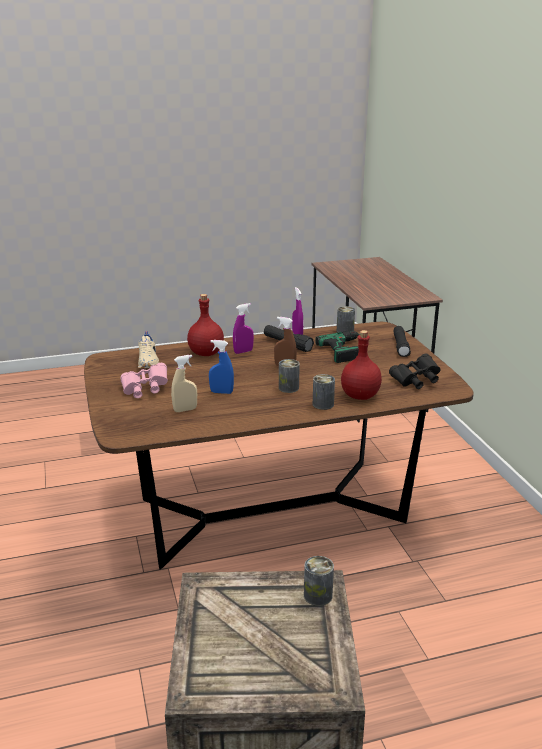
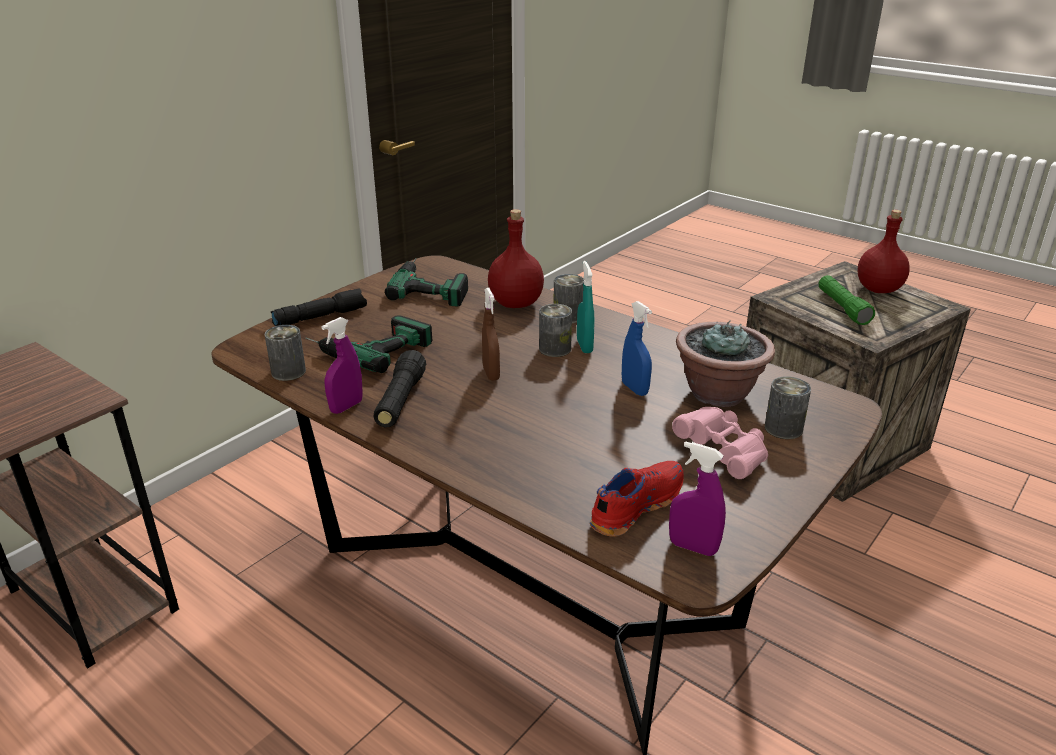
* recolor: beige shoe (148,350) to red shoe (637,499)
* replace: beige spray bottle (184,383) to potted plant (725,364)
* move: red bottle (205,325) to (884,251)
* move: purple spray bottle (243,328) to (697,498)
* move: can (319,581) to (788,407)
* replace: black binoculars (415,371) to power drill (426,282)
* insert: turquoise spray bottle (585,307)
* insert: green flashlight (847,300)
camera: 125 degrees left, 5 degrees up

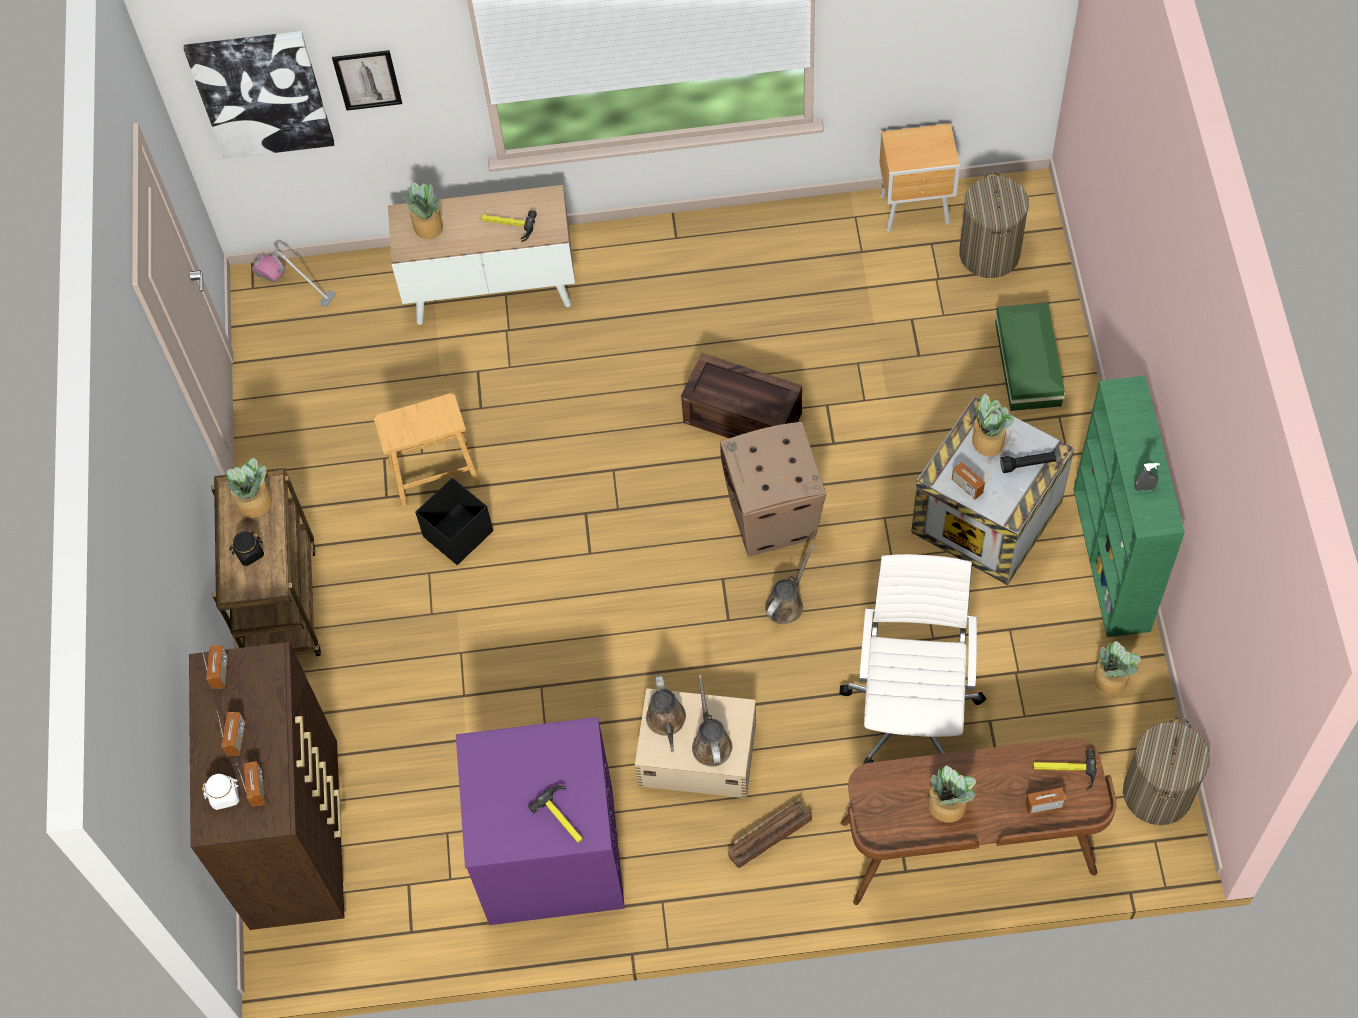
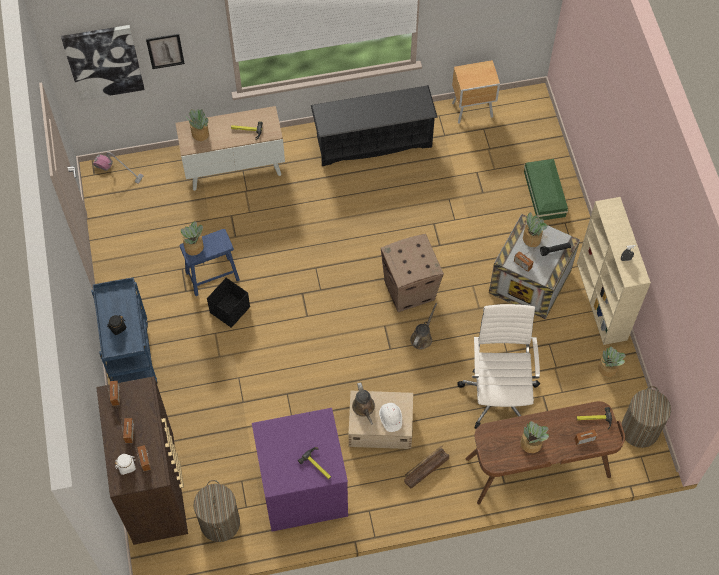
* recolor: brown cart (266,562) to blue cart (124,330)
* move: potted plant (248,488) to (192,238)
* recolor: brown stool (426,450) to blue stool (209,262)
* delete: crate (741,395)
* replace: brown watering can (712,720) to white hard hat (390,417)
* move: laundry basket (994,225) to (217,511)
* recolor: green bookcase (1129,506) to beige bookcase (614,271)
* insert: black shoe rack (374,125)
camera: 10 degrees left, 0 degrees up

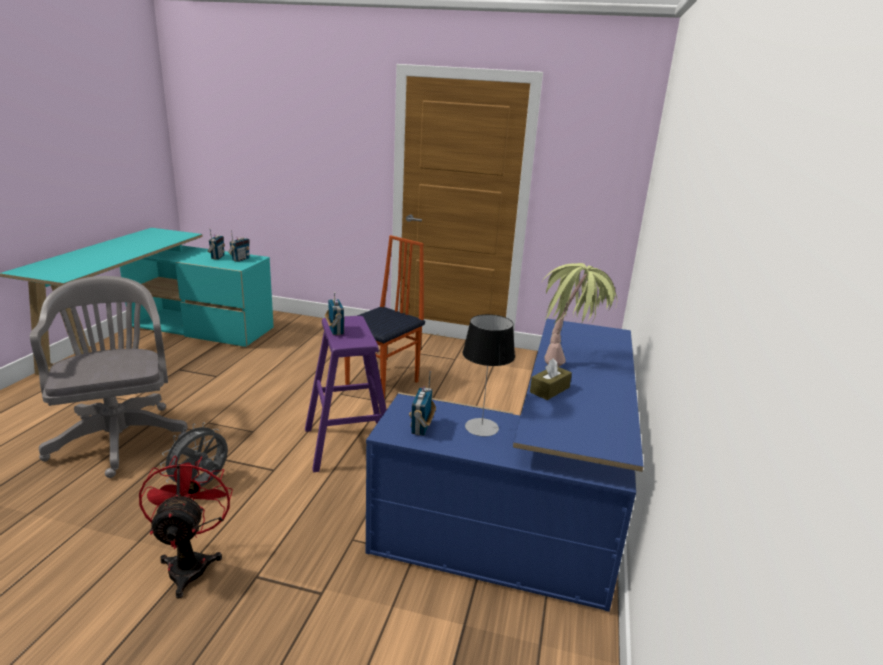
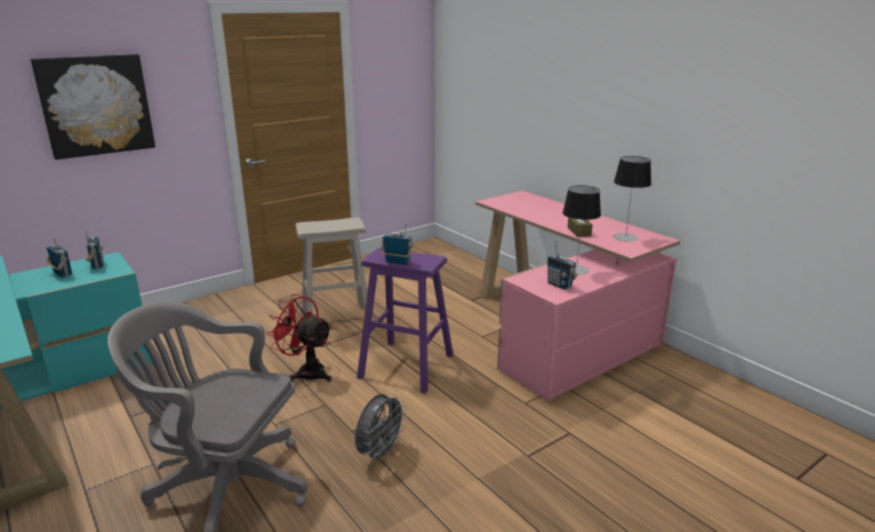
* move: red fan (186,527) to (299,338)
* rotate: grey fan (194,454) = (381,429) 135 degrees counterclockwise
* replace: chair (385,317) to beige stool (334,275)
* recolor: blue desk (505,465) to pink desk (577,296)
* delete: potted plant (580,315)
* insert: picture (93,107)
* insert: table lamp (632,199)
camera: 50 degrees left, 0 degrees up

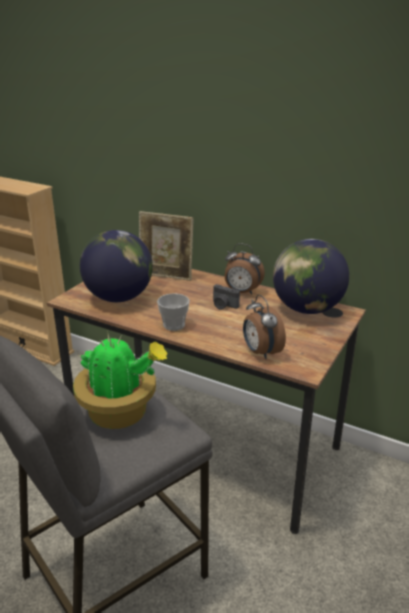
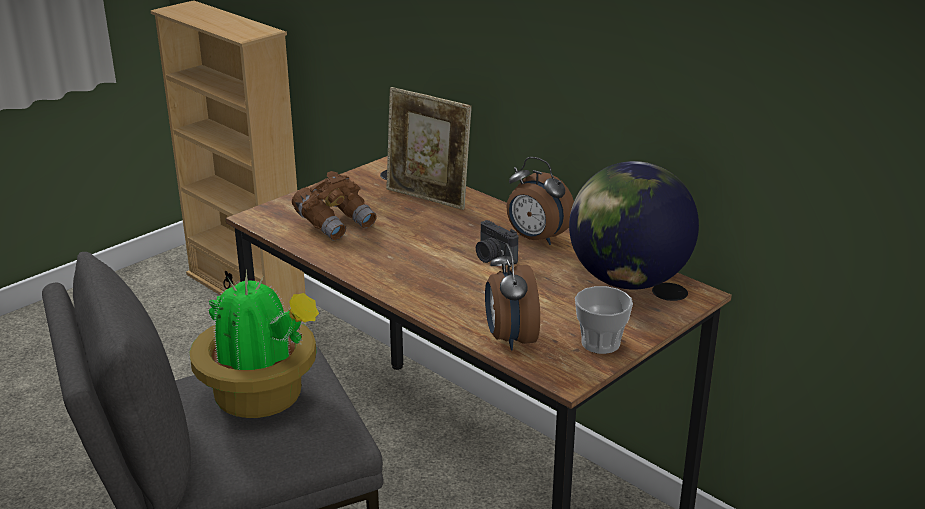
* replace: globe (116,266) to brown binoculars (334,205)
* move: cup (173,312) to (604,320)
camera: 15 degrees right, 0 degrees up

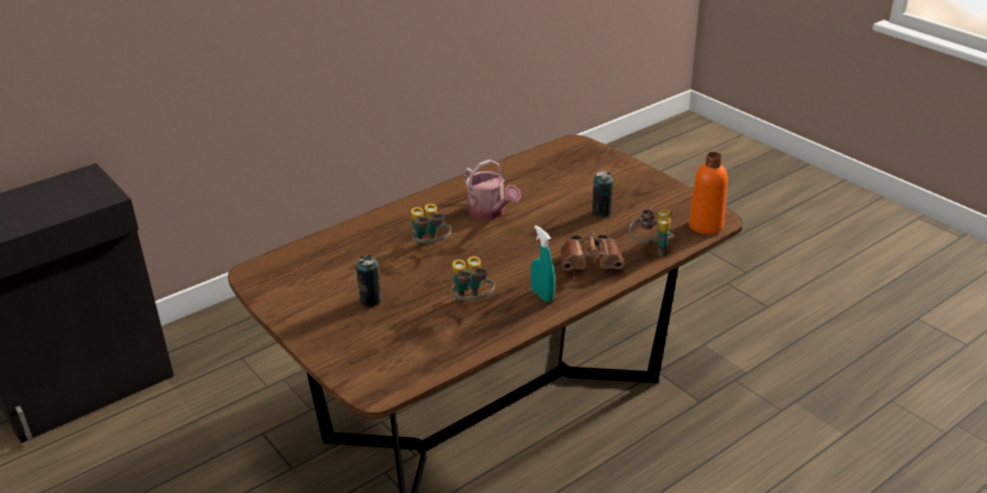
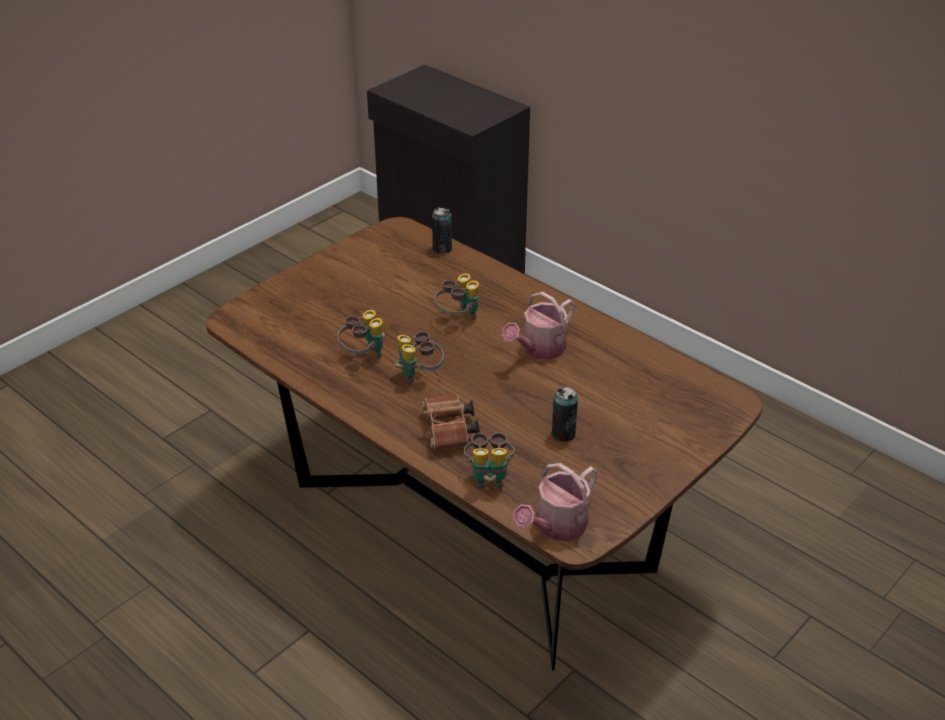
* move: can (369,281) to (442,230)
* delete: turquoise spray bottle (543,263)
* replace: orange bottle (708,193) to watering can (554,502)
* insert: binoculars (419,358)
camera: 80 degrees right, 5 degrees up

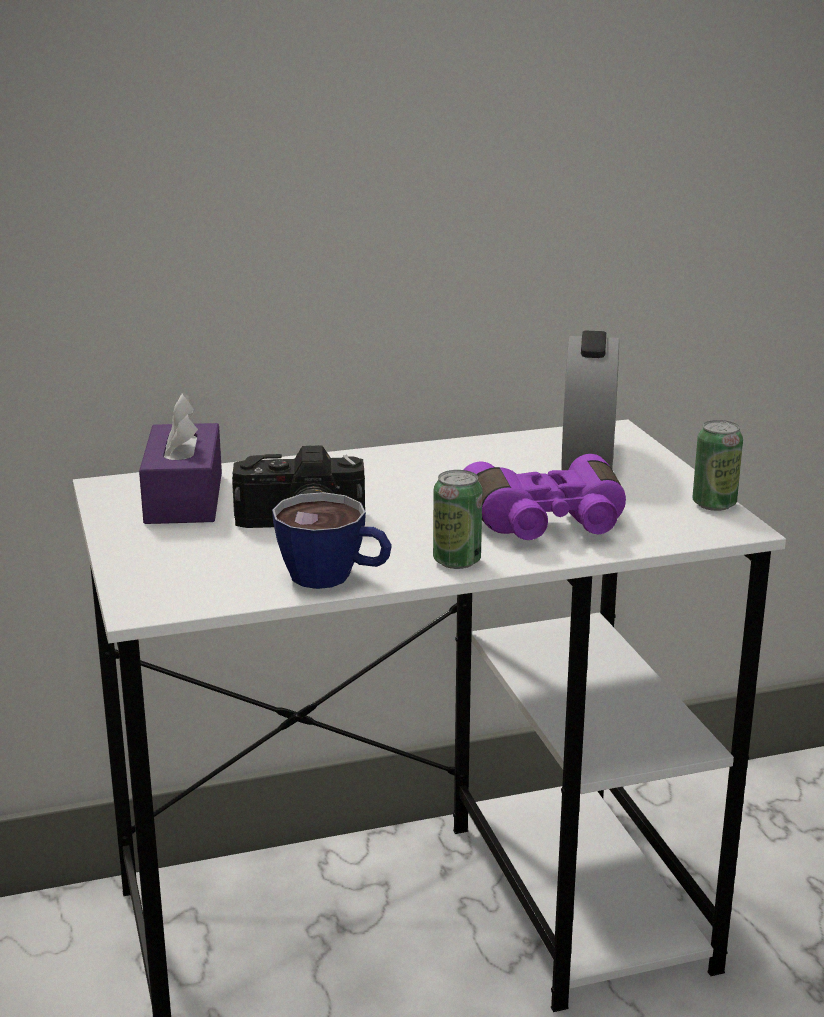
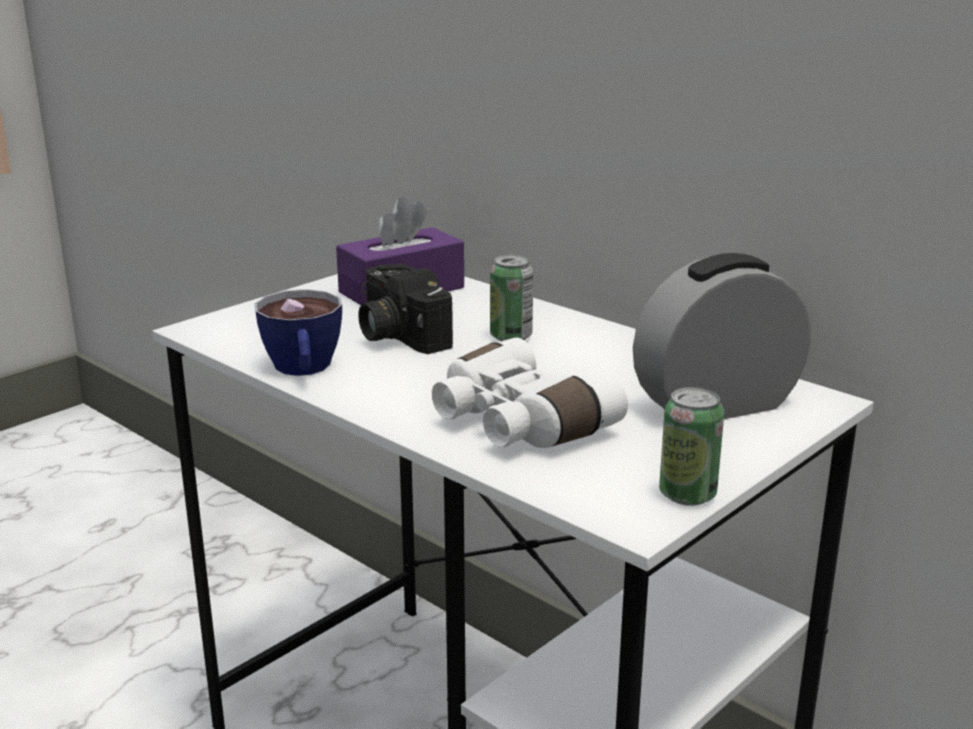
* move: can (457,519) to (511,298)
* recolor: purple binoculars (545,497) to white binoculars (530,393)
camera: 60 degrees right, 0 degrees up

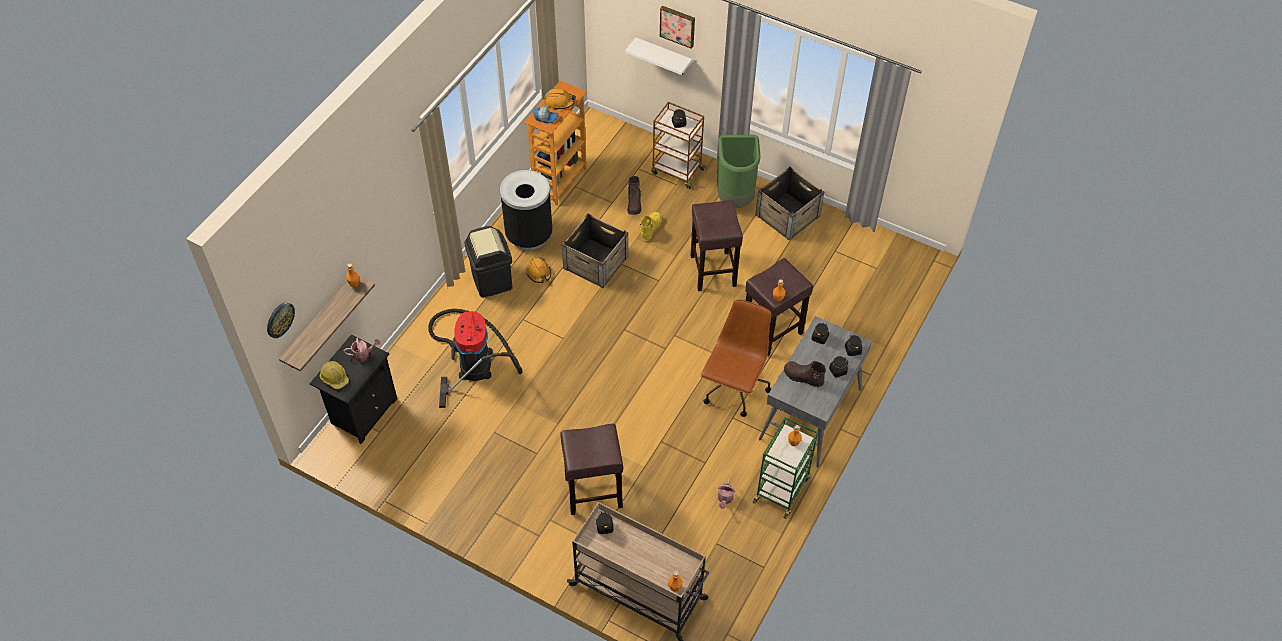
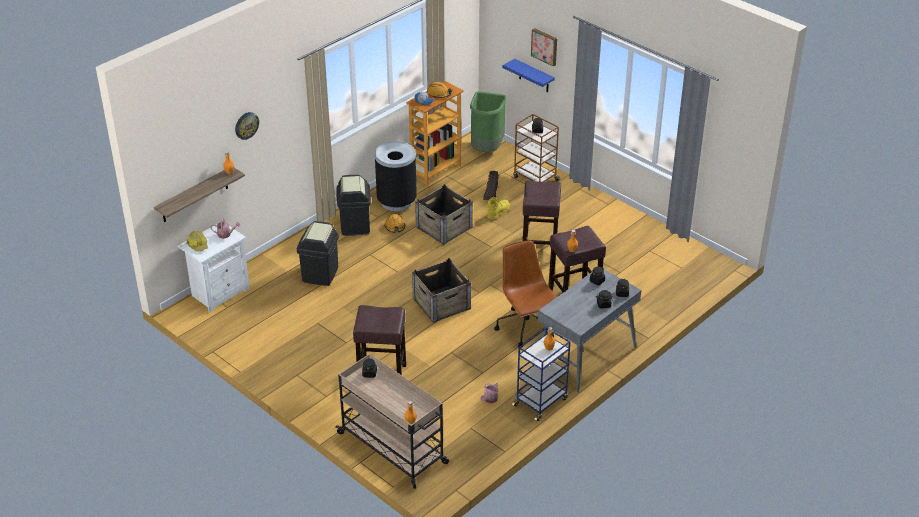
* move: wall clock (281,320) to (247,126)
* recolor: black nightstand (353,389) to white nightstand (214,267)
* replace: vacuum cleaner (475,358) to black trash can (318,253)
* recolor: white shelf (658,56) to blue shelf (528,75)
* rotate: brown office chair (736,358) = (525,294) 60 degrees counterclockwise
* move: green trash can (738,171) to (488,121)
* recolor: green cart (785,468) to blue cart (541,374)
* move: crate (789,203) to (441,290)
* delete: brown boot (805,374)
camera: 15 degrees right, 15 degrees down

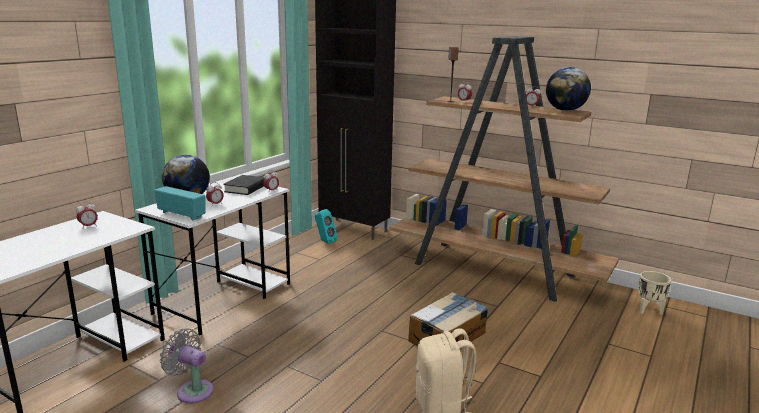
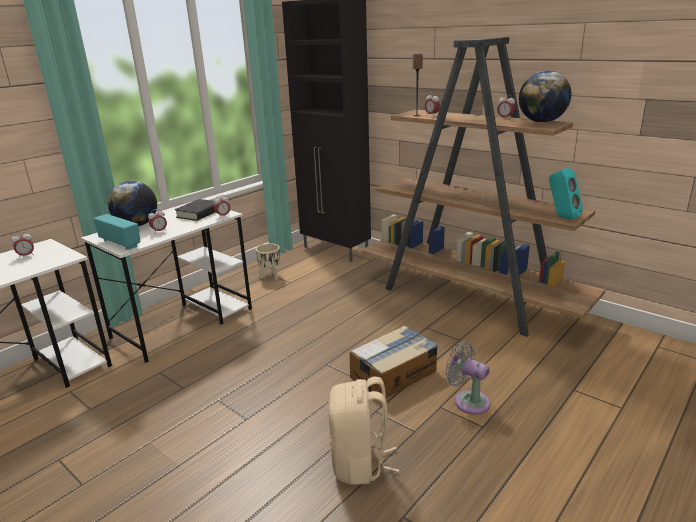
* move: grey fan (187,366) to (467,377)
* move: turquoise speaker (326,226) to (566,194)
* move: beige planter (654,293) to (268,261)
camera: 10 degrees right, 5 degrees up

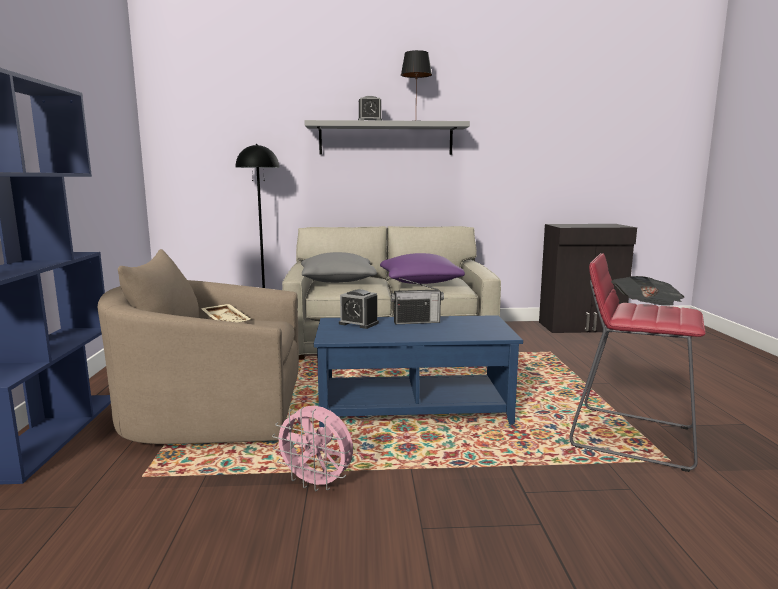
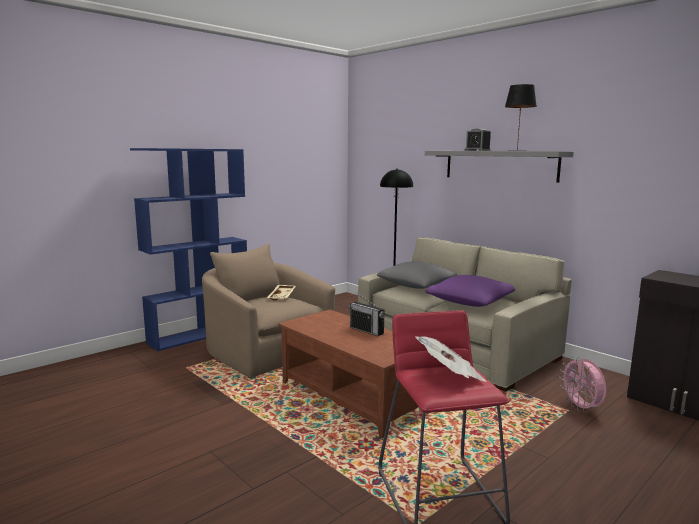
* move: pink fan (312,448) to (582,384)
* recolor: blue coffee table (418,371) to brown coffee table (354,374)
* delete: alarm clock (359,309)
camera: 50 degrees right, 0 degrees up

